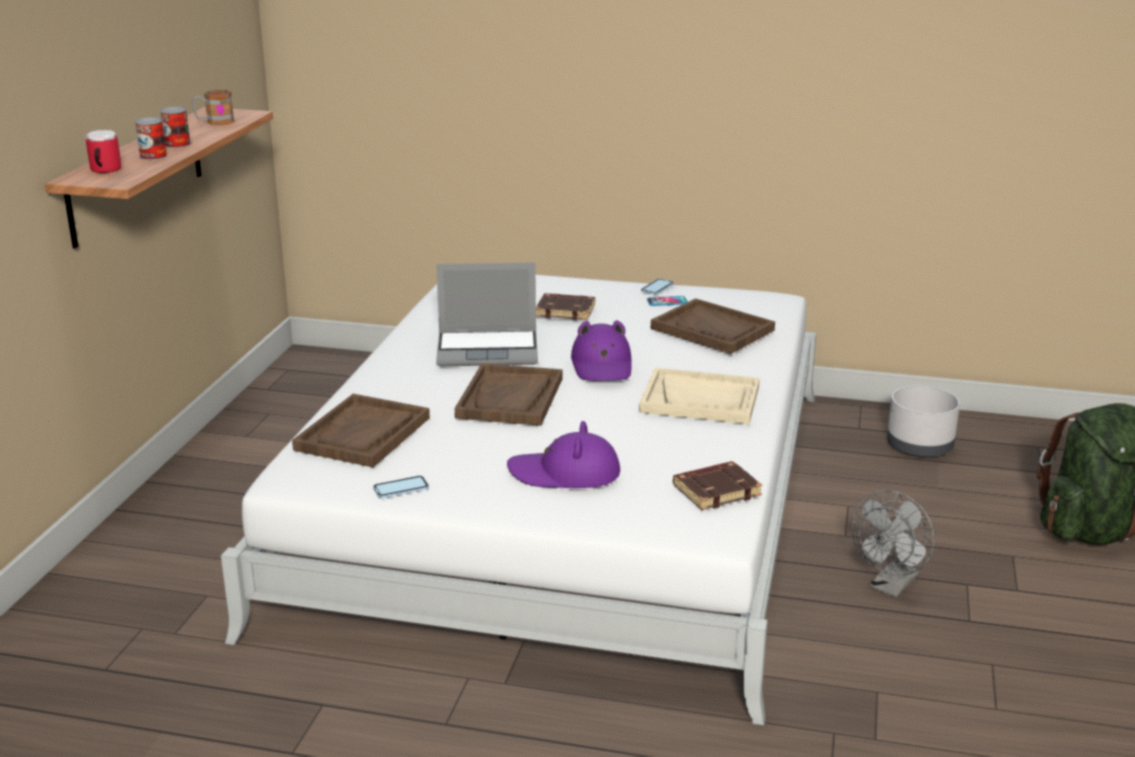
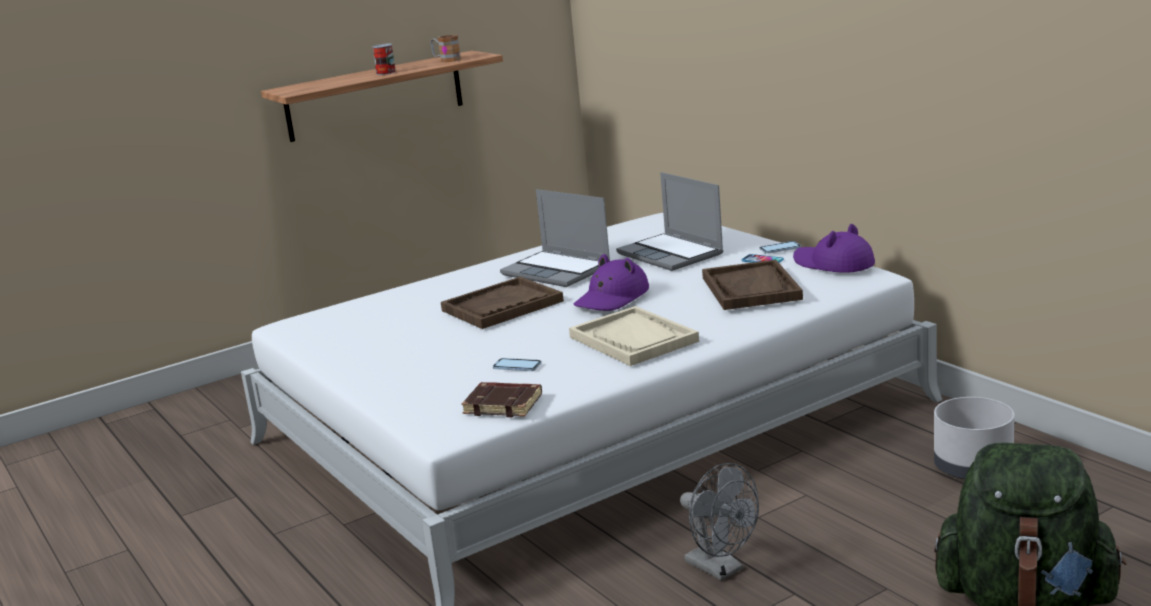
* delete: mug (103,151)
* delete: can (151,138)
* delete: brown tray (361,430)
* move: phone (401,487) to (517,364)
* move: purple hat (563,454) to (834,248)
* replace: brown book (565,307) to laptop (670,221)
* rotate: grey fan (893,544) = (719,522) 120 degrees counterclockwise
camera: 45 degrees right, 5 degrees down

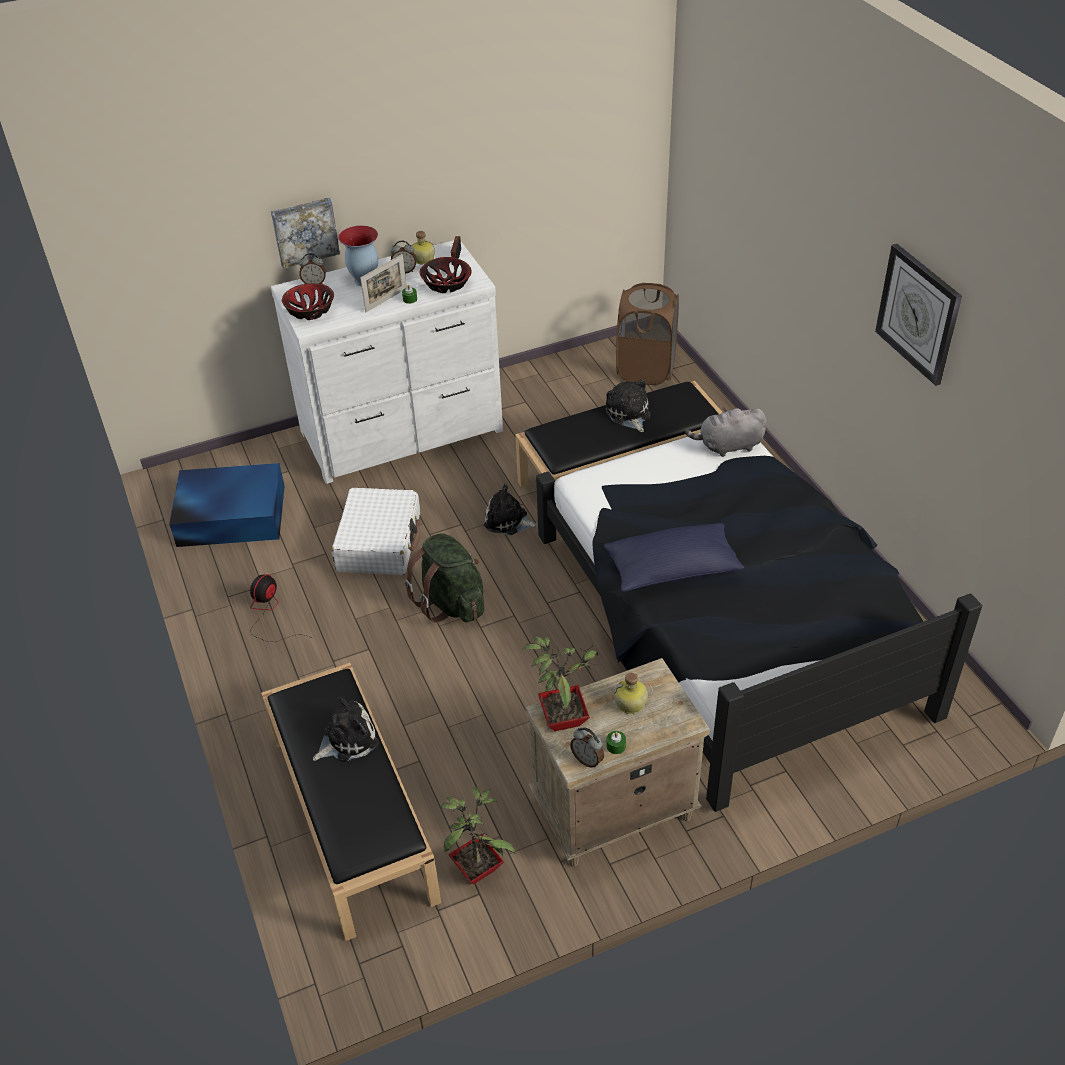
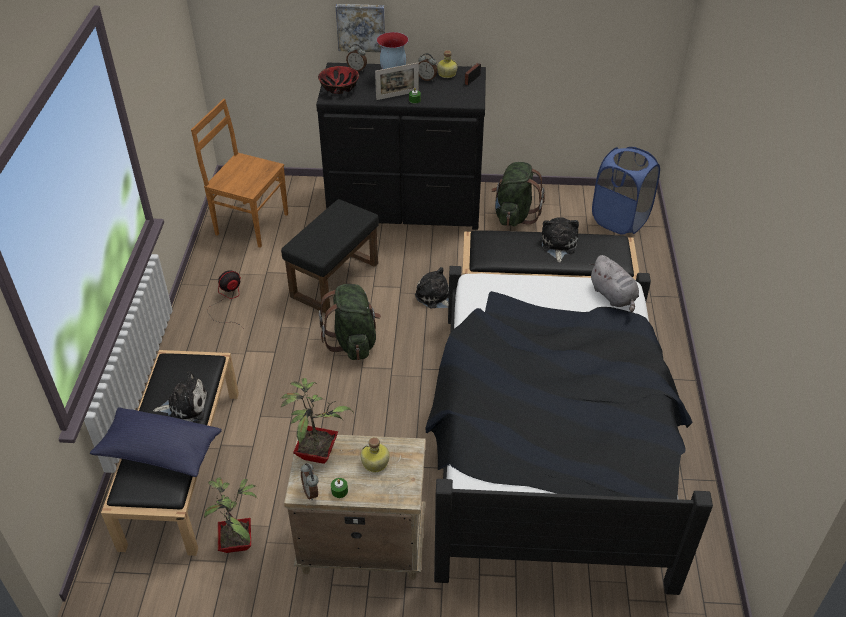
* replace: blue storage box (226,505) to brown chair (239,173)
* recolor: white dresser (387,362) to black dresser (401,146)
* replace: white suitcase (376,531) to black ottoman (330,256)
* delete: bowl (445,275)
* move: blue pillow (674,557) to (156,442)
* recolor: brown laundry basket (647,334) to blue laundry basket (626,191)
* rotate: grey plush toy (726,432) = (614,283) 135 degrees counterclockwise
* delete: wall clock (918,315)
* insert: green backpack (518,194)
camera: 25 degrees right, 0 degrees up

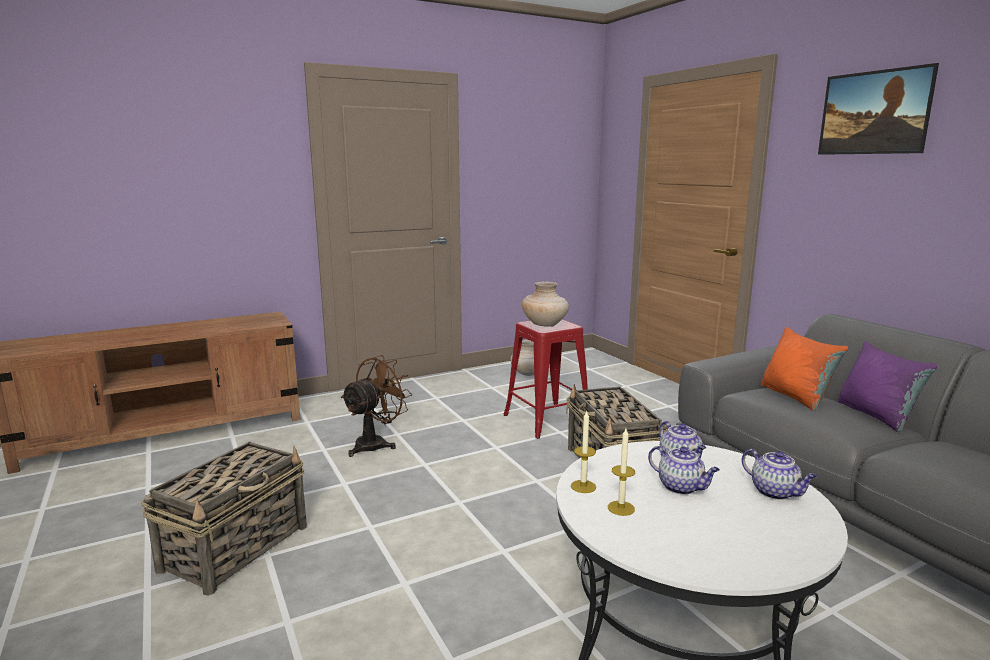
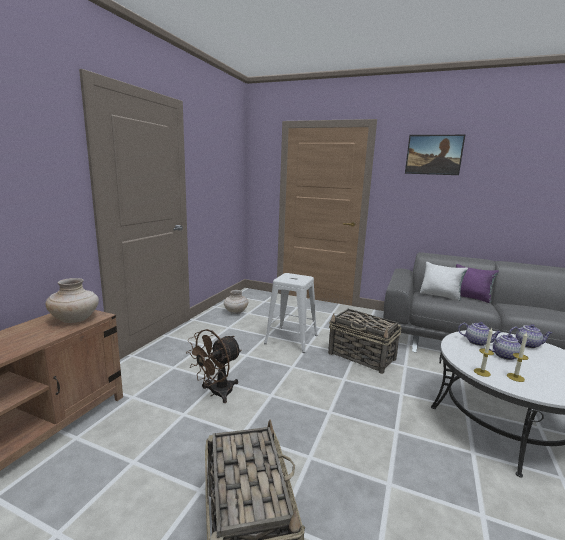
* rotate: brown fan (376,406) = (214,366) 135 degrees counterclockwise
* recolor: red stool (546,379) to white stool (291,313)
* move: beige vase (545,304) to (72,300)
* recolor: orange pillow (804,369) to white pillow (444,281)
camera: 40 degrees left, 0 degrees up

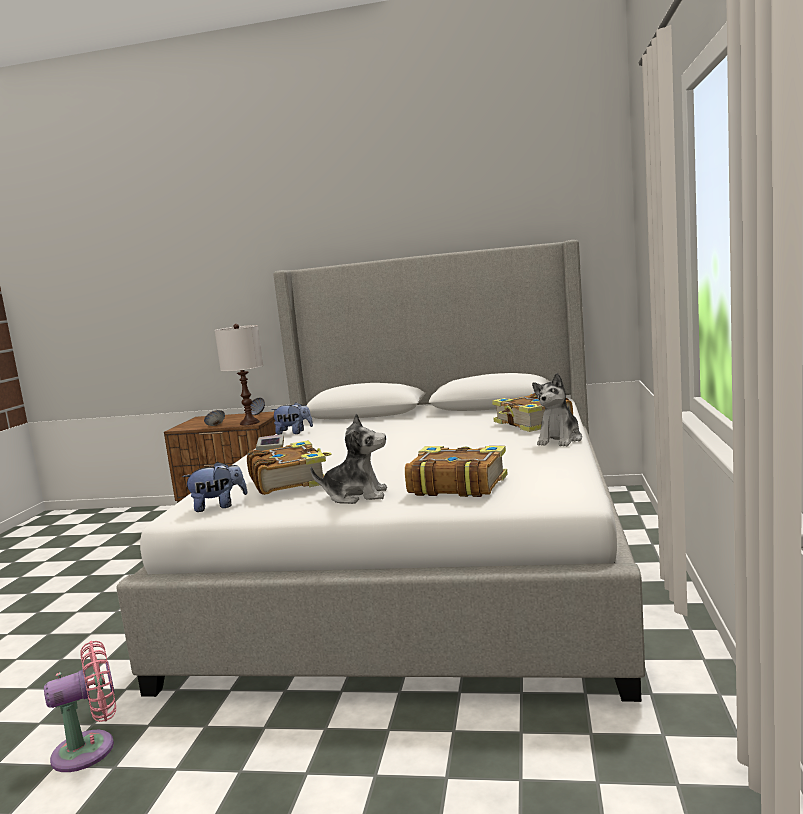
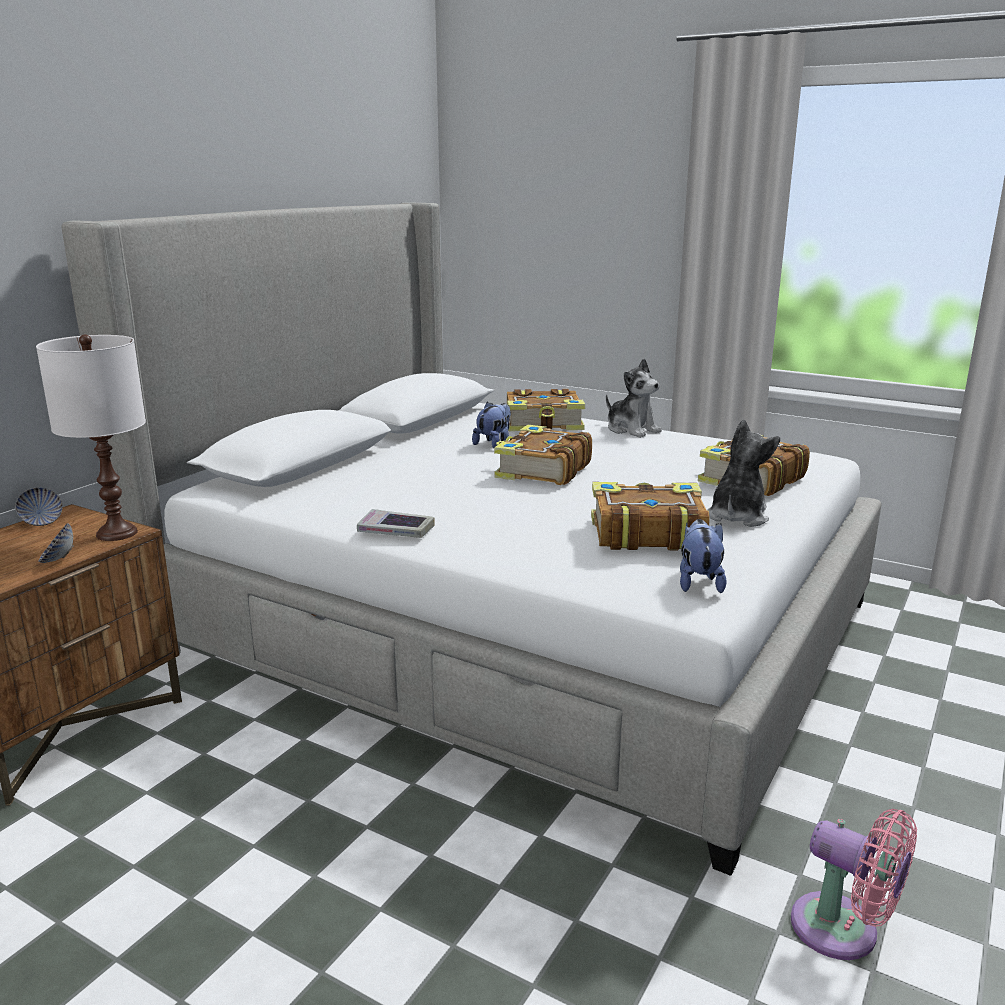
* rotate: pink fan (80,706) = (854,884) 135 degrees clockwise
* move: plush toy (292,418) to (491,425)
* insert: book (543,455)
camera: 70 degrees left, 10 degrees up

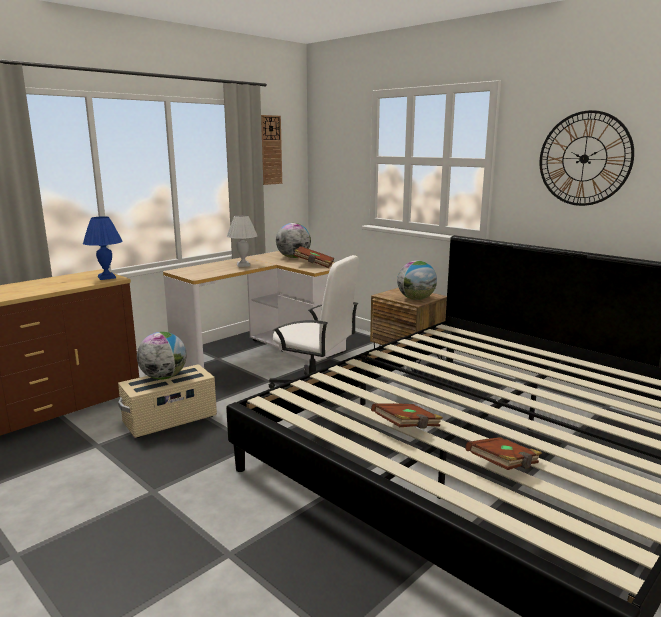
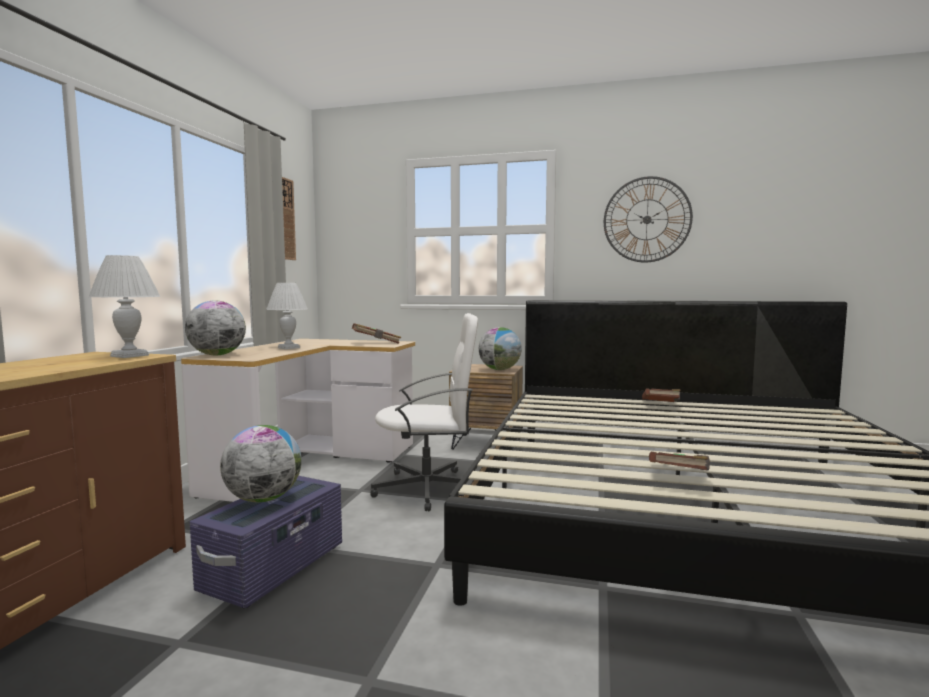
* recolor: blue table lamp (102,248) to white table lamp (124,306)
* recolor: beige storage box (167,401) to purple storage box (266,542)
* move: globe (293,240) to (215,328)
* move: brown book (503,453) to (661,395)
camera: 30 degrees left, 10 degrees down

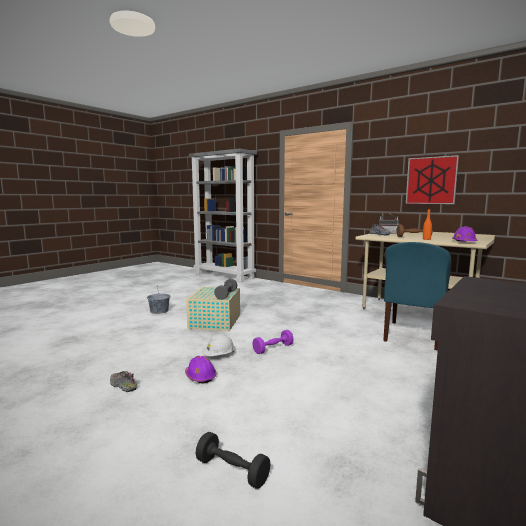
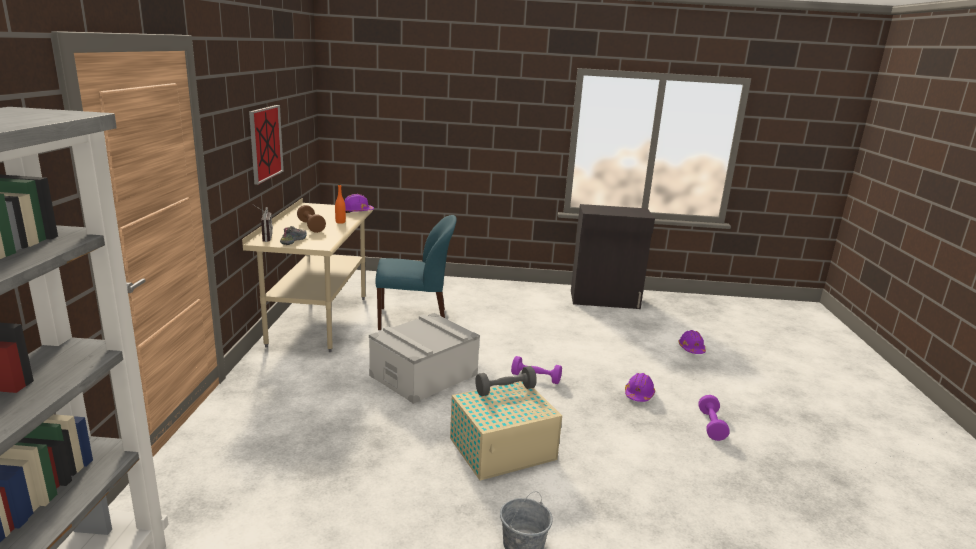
* replace: shoe (124,381) to purple dumbbell (714,418)
* replace: black dumbbell (233,460) to purple hard hat (692,342)
* delete: white hard hat (219,345)
* insert: grey storage box (424,358)
camera: 125 degrees left, 10 degrees up

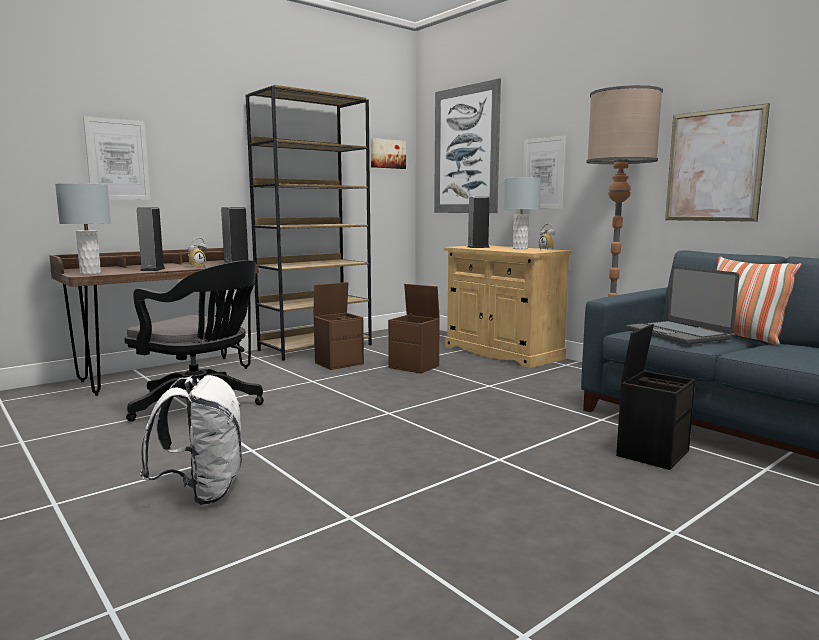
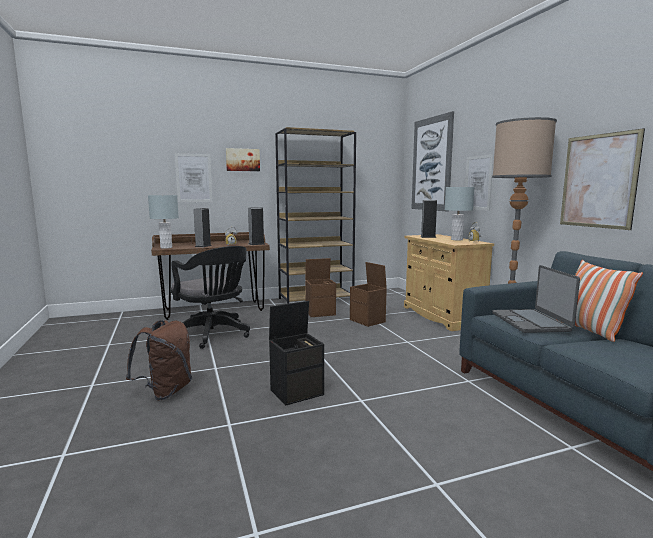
* recolor: white backpack (191,440) to brown backpack (159,360)
* move: picture (388,153) to (243,159)
* move: black storage box (655,397) to (296,353)
camera: 20 degrees right, 0 degrees up

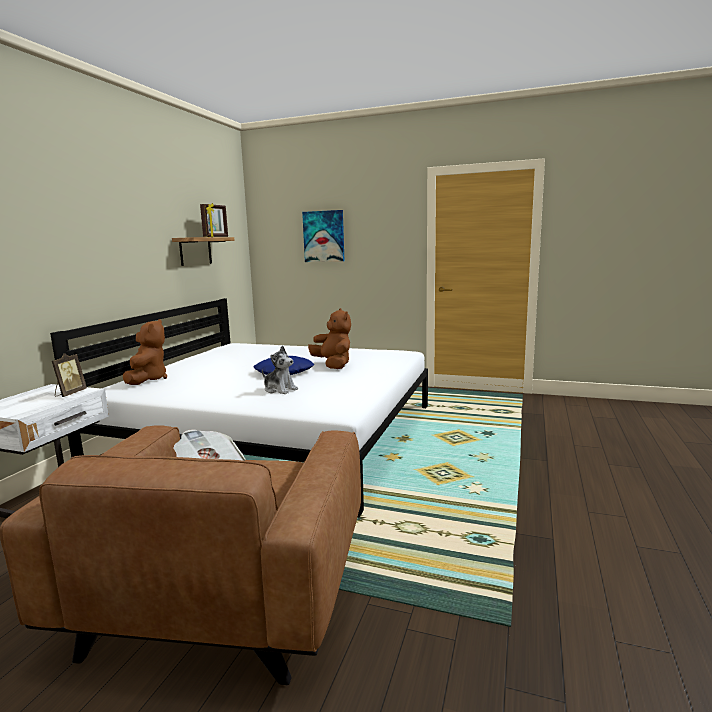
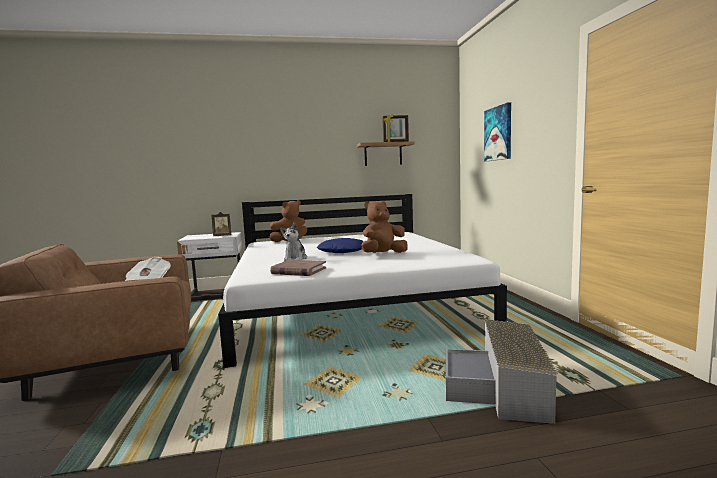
* rotate: brown plush toy (329,338) = (385,227) 150 degrees counterclockwise
* insert: brown book (298,268)
* insert: grey storage box (502,371)
camera: 60 degrees right, 5 degrees down

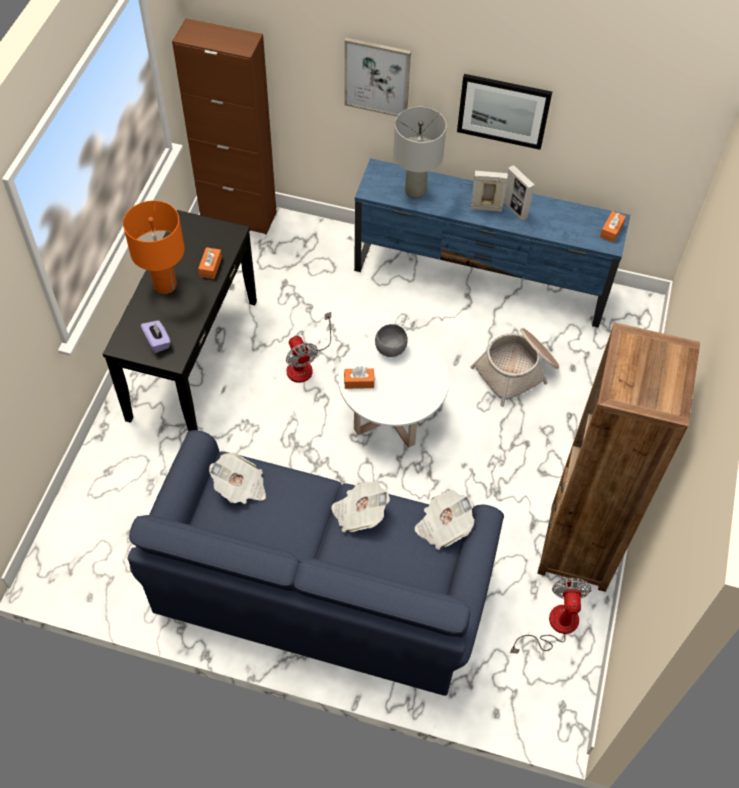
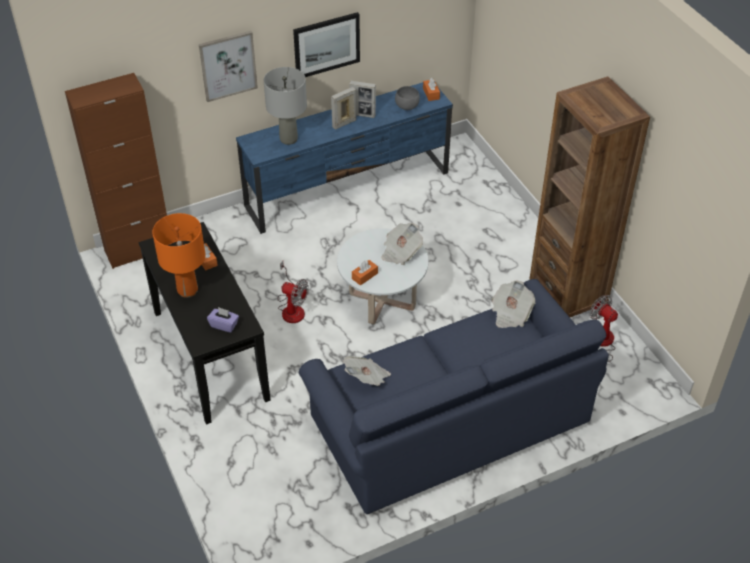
* move: newspaper (360,506) to (402,244)
* move: grey bowl (391,340) to (407,98)
* delete: basket (514,367)
camera: 40 degrees left, 10 degrees down

